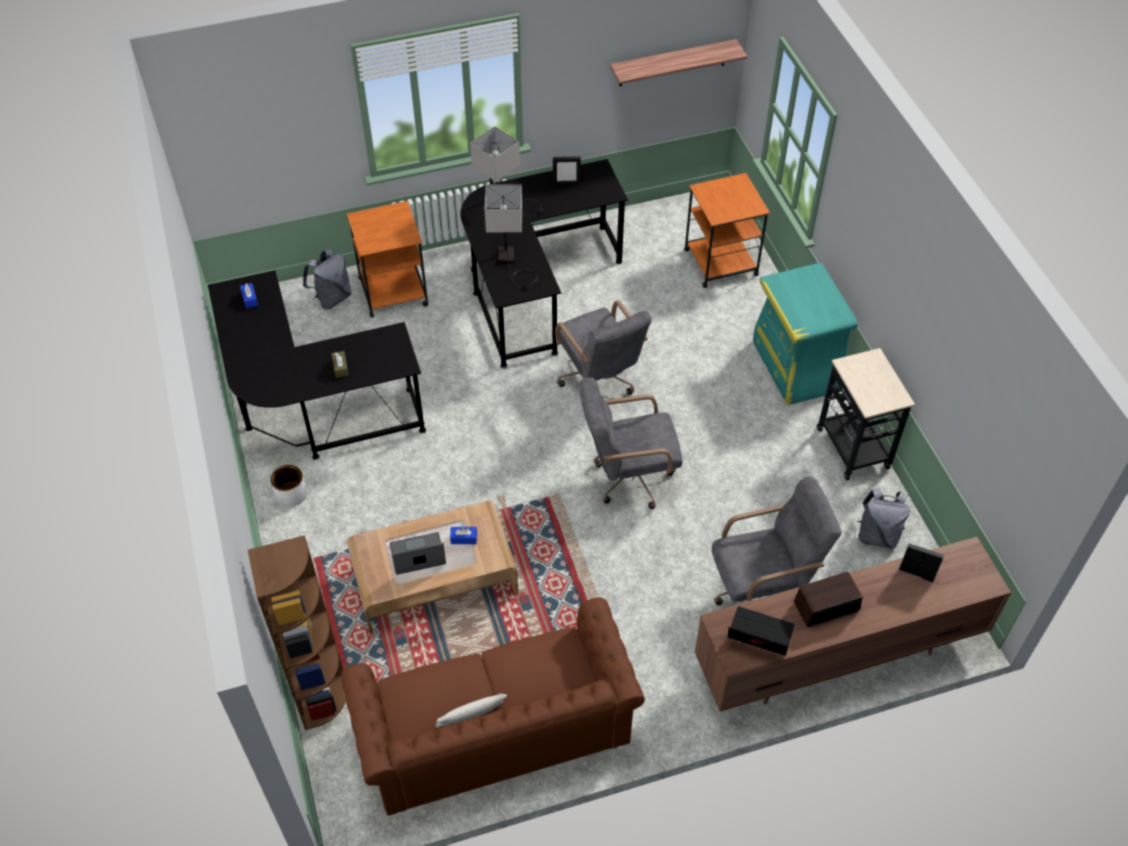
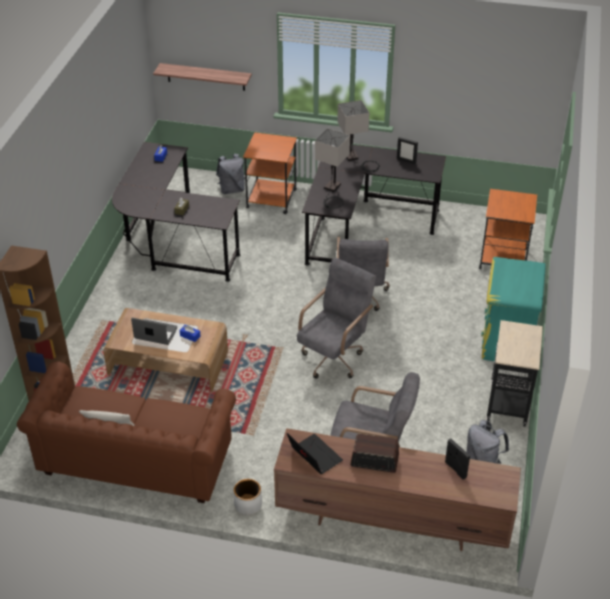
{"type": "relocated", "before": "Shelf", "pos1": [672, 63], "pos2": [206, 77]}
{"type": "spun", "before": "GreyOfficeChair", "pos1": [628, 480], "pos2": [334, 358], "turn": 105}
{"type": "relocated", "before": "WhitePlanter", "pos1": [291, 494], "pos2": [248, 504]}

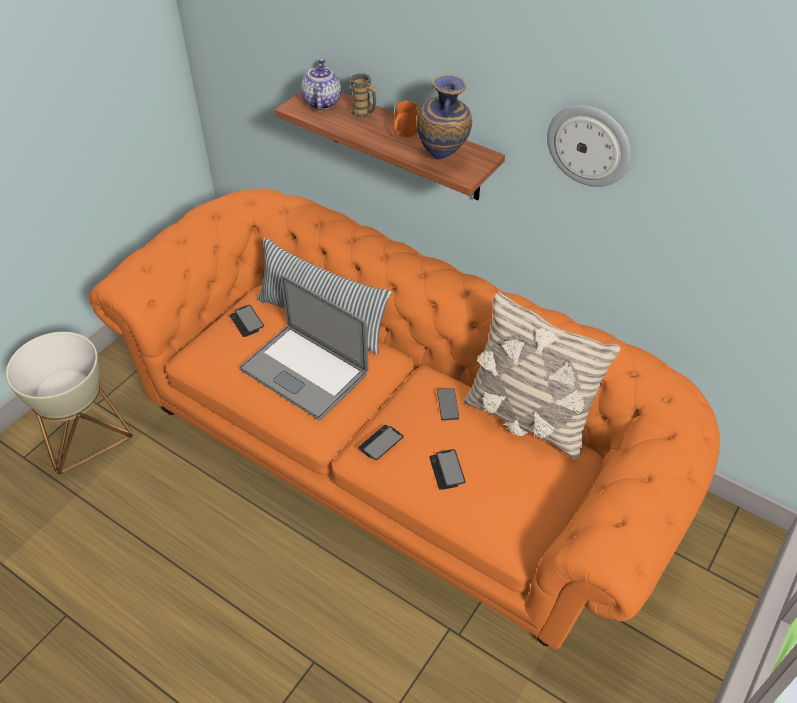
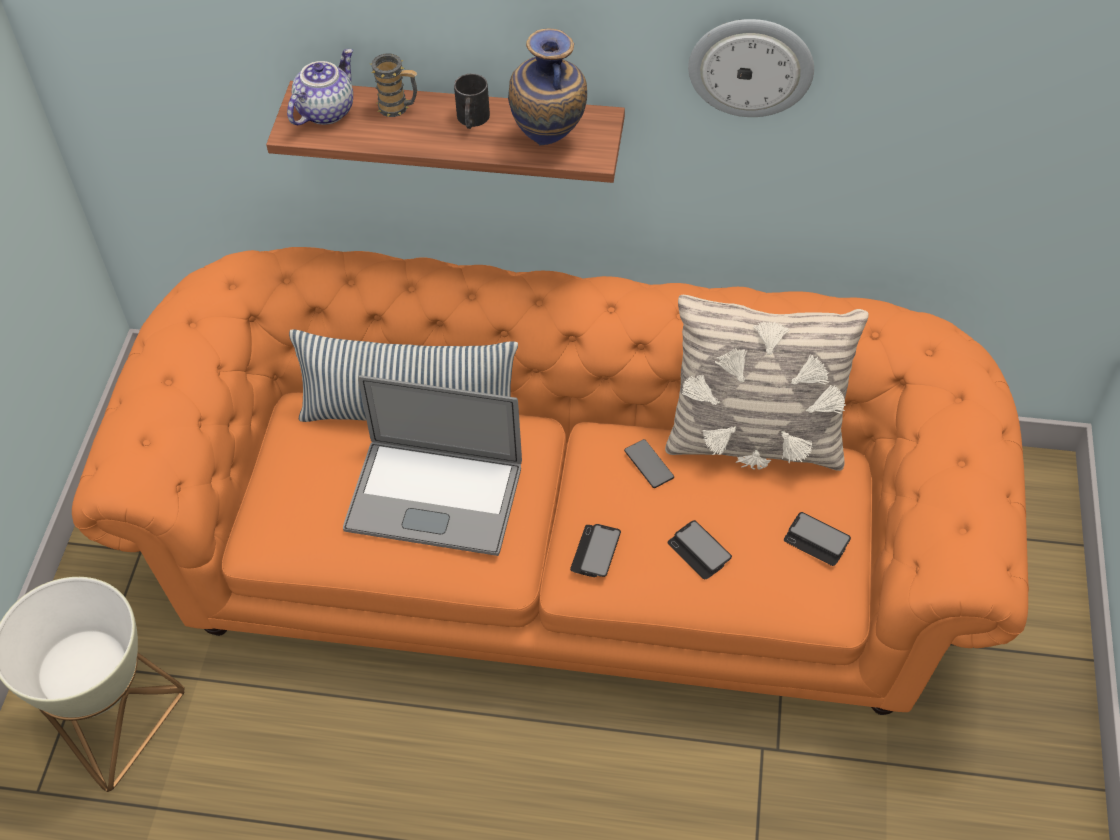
{"type": "spun", "before": "Teapot", "pos1": [321, 102], "pos2": [325, 110], "turn": 60}
{"type": "colour", "before": "OrangeMug", "after": "BlackMug", "pos1": [403, 133], "pos2": [472, 120]}
{"type": "relocated", "before": "Phone", "pos1": [247, 321], "pos2": [816, 540]}

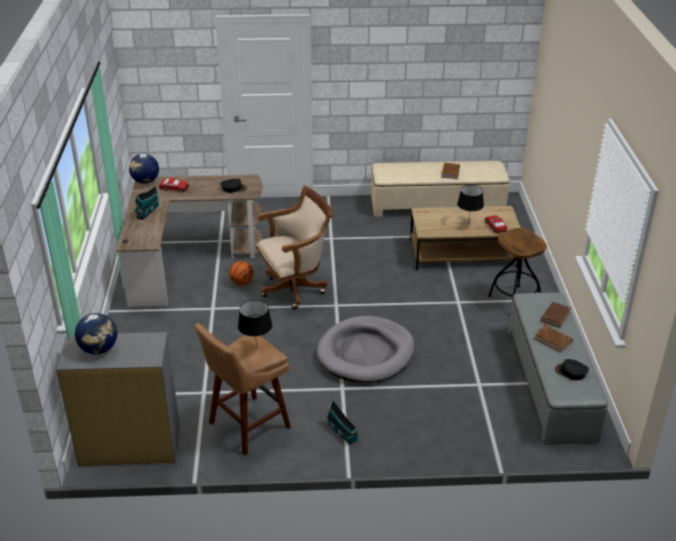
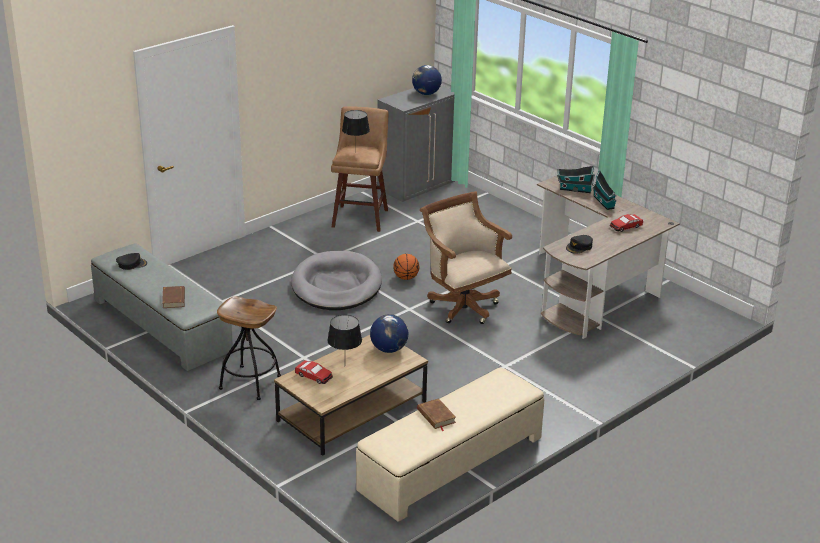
{"type": "relocated", "before": "Globe", "pos1": [145, 181], "pos2": [389, 349]}
{"type": "spun", "before": "OfficeChair", "pos1": [296, 289], "pos2": [462, 306], "turn": 120}
{"type": "relocated", "before": "Basketball", "pos1": [242, 283], "pos2": [406, 278]}
{"type": "missing", "before": "BrownBook", "pos1": [553, 340]}
{"type": "relocated", "before": "ToyHouse", "pos1": [343, 433], "pos2": [574, 189]}

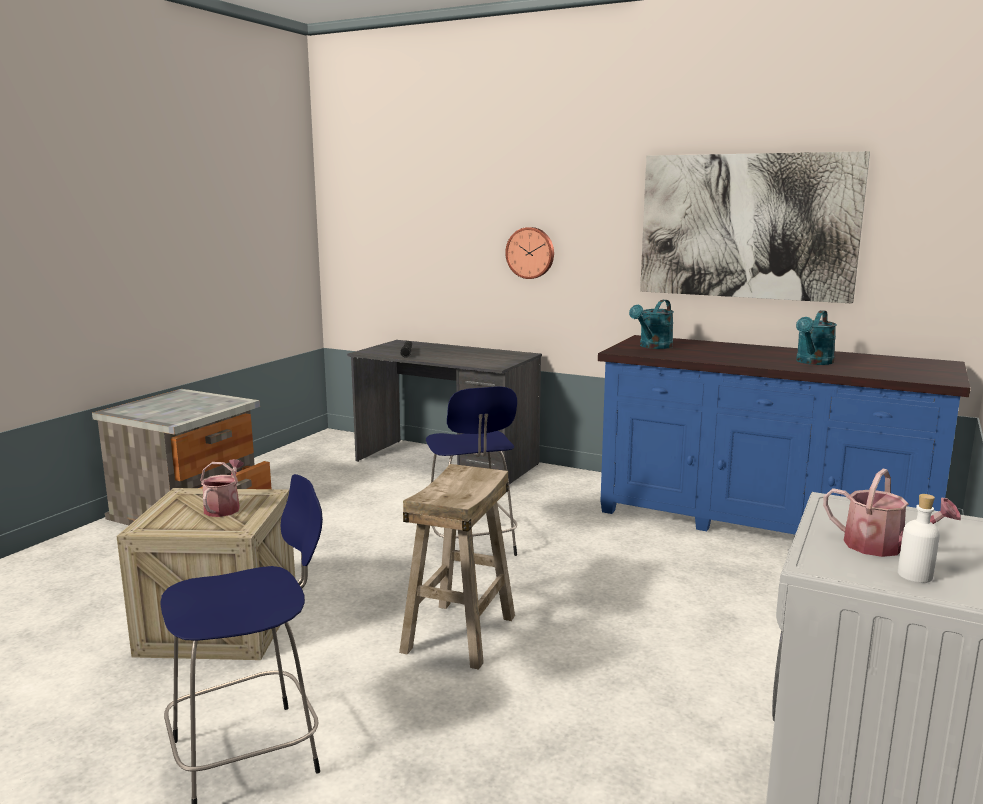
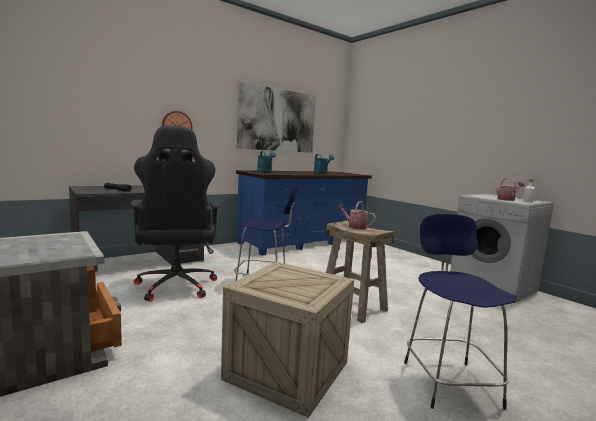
{"type": "relocated", "before": "WateringCan", "pos1": [224, 508], "pos2": [354, 226]}
{"type": "appeared", "after": "BlackOfficeChair", "pos2": [176, 285]}

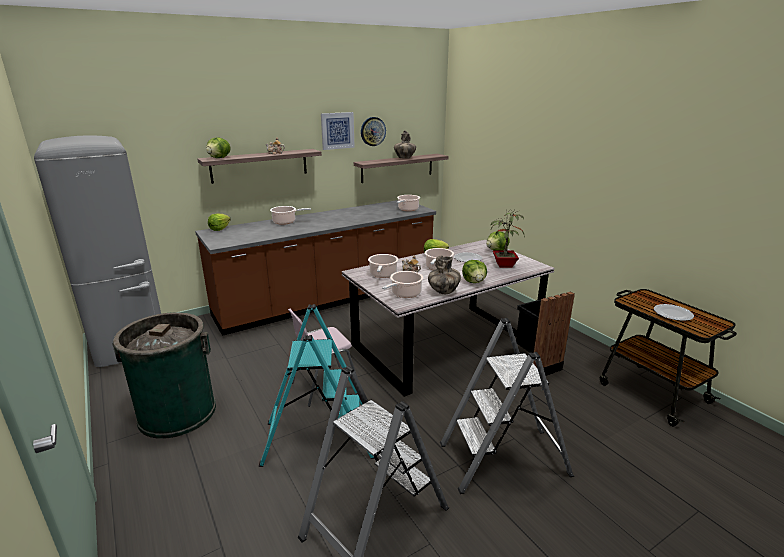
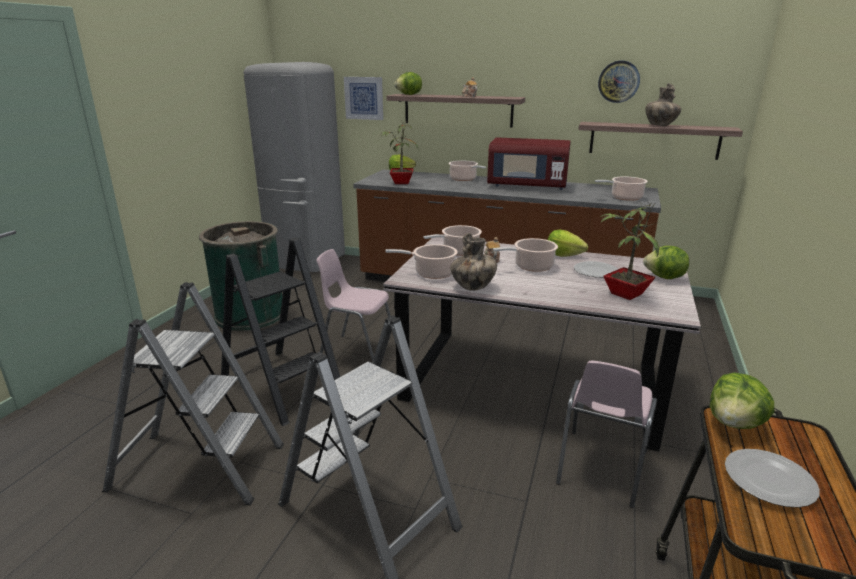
{"type": "relocated", "before": "Picture", "pos1": [337, 130], "pos2": [364, 98]}
{"type": "relocated", "before": "Lettuce", "pos1": [474, 282], "pos2": [735, 423]}
{"type": "exchanged", "before": "BlackTrashCan", "after": "PinkChair", "pos1": [535, 365], "pos2": [600, 468]}
{"type": "colour", "before": "TurquoiseStepLadder", "after": "BlackStepLadder", "pos1": [317, 438], "pos2": [280, 384]}
{"type": "appeared", "after": "PottedPlant", "pos2": [400, 183]}
{"type": "appeared", "after": "RedMicrowave", "pos2": [527, 186]}

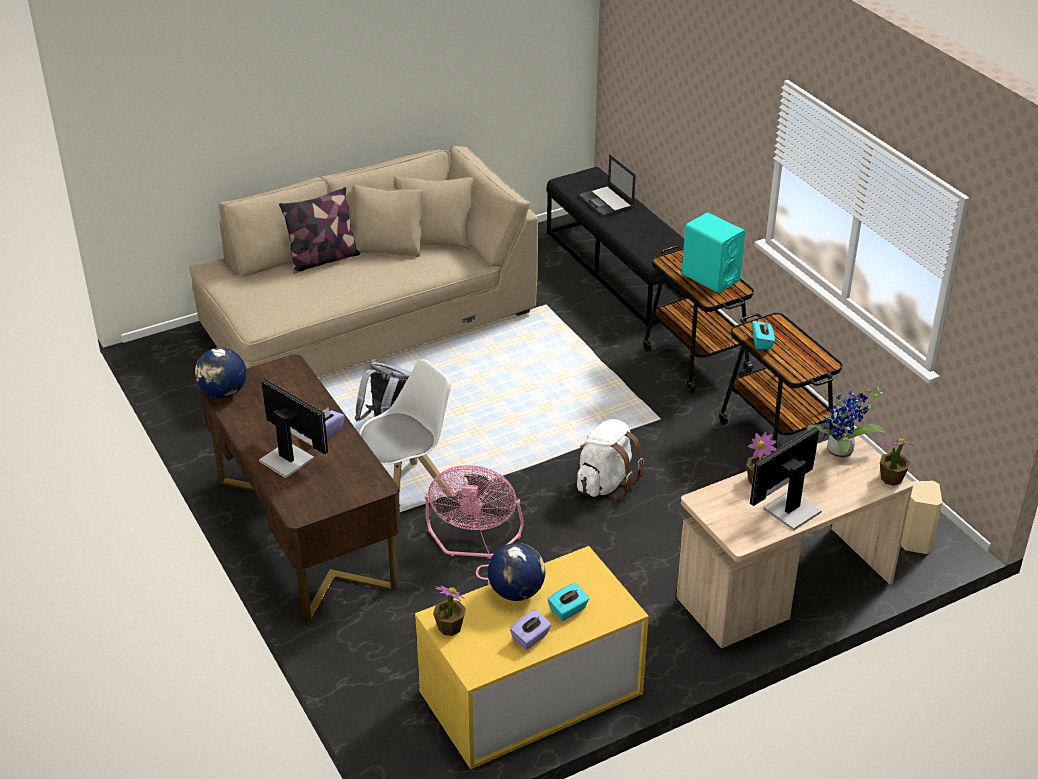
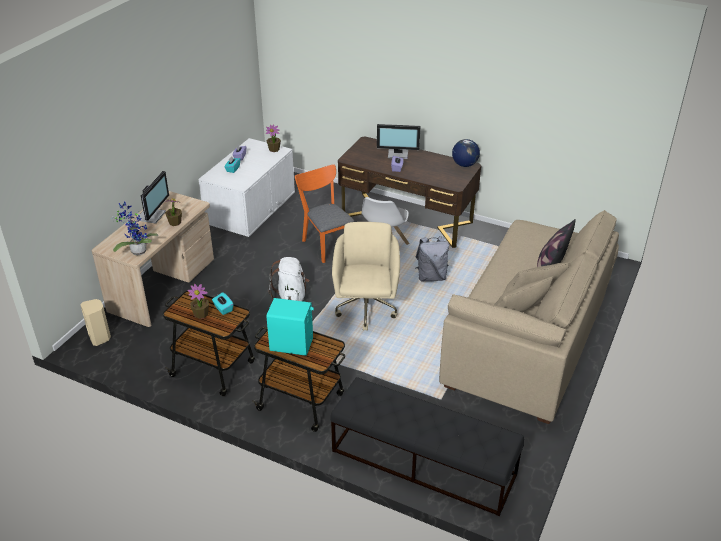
{"type": "missing", "before": "Laptop", "pos1": [606, 202]}
{"type": "relocated", "before": "PottedPlant", "pos1": [891, 478], "pos2": [201, 314]}
{"type": "exchanged", "before": "PinkFan", "after": "OrangeChair", "pos1": [475, 547], "pos2": [326, 244]}
{"type": "missing", "before": "Globe", "pos1": [516, 592]}
{"type": "colour", "before": "YellowCabinet", "after": "WhiteCabinet", "pos1": [530, 692], "pos2": [251, 207]}
{"type": "appeared", "after": "BeigeOfficeChair", "pos2": [366, 312]}

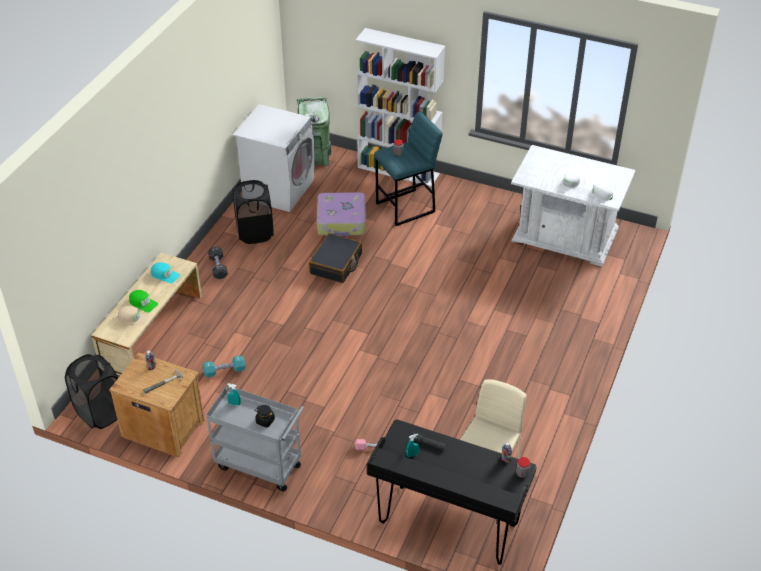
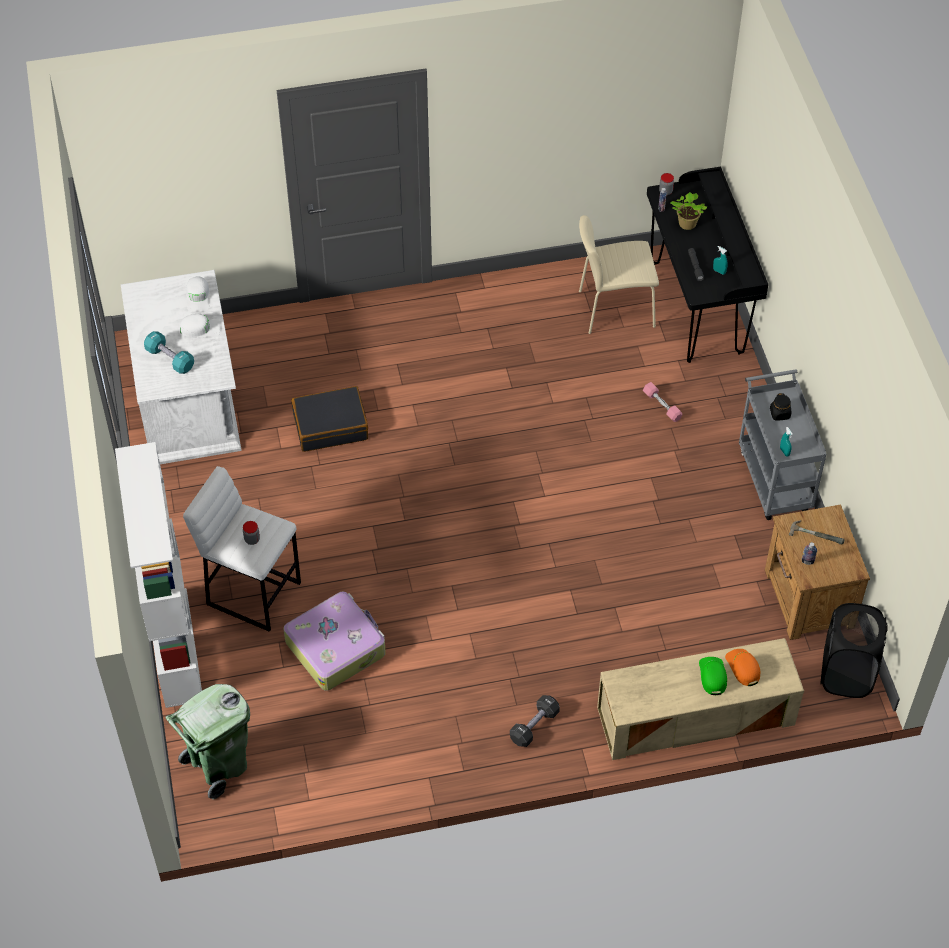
{"type": "missing", "before": "WhiteWashingMachine", "pos1": [278, 188]}
{"type": "colour", "before": "TurquoiseStool", "after": "WhiteStool", "pos1": [406, 207], "pos2": [251, 592]}
{"type": "missing", "before": "BlackLaundryBasket", "pos1": [255, 233]}
{"type": "relocated", "before": "BlackSuitcase", "pos1": [336, 264], "pos2": [330, 426]}
{"type": "missing", "before": "TurquoiseCap", "pos1": [165, 275]}
{"type": "colour", "before": "BeigeCap", "after": "OrangeCap", "pos1": [133, 318], "pos2": [743, 668]}
{"type": "relocated", "before": "TurquoiseDumbbell", "pos1": [224, 371], "pos2": [170, 359]}
{"type": "appeared", "after": "PottedPlant", "pos2": [686, 224]}

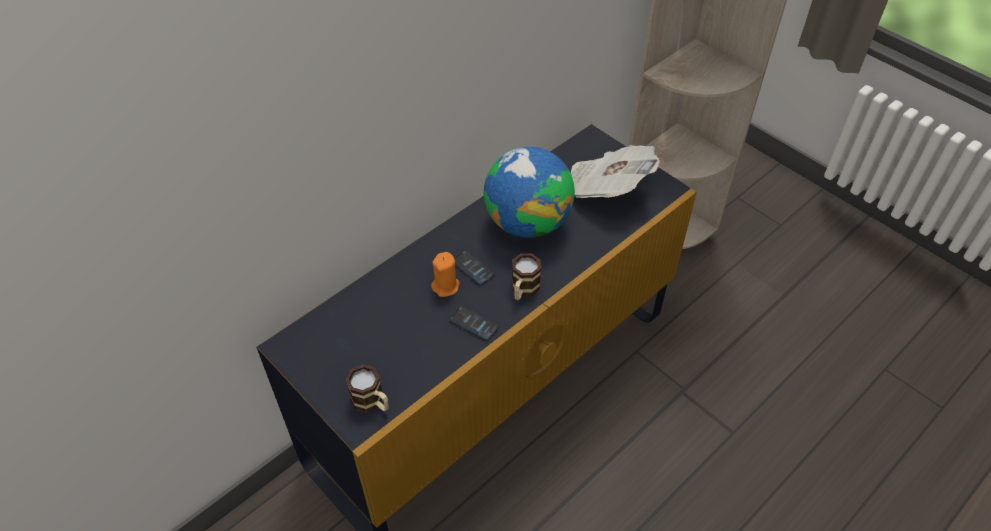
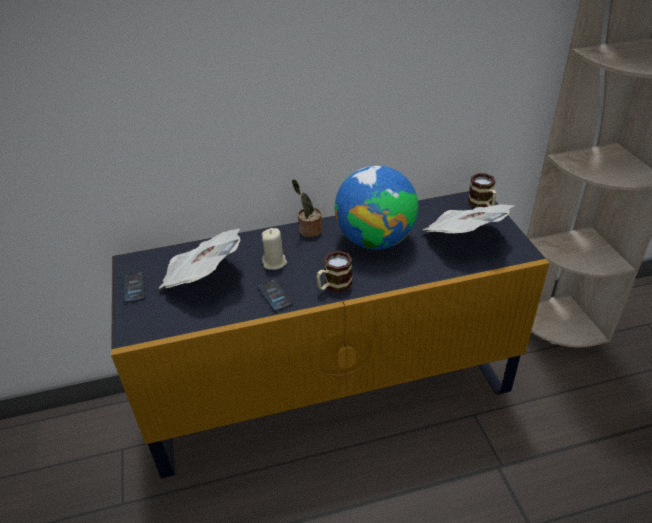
{"type": "relocated", "before": "Phone", "pos1": [472, 268], "pos2": [134, 288]}
{"type": "colour", "before": "OrangeCandle", "after": "BeigeCandle", "pos1": [445, 286], "pos2": [274, 262]}
{"type": "relocated", "before": "Mug", "pos1": [372, 402], "pos2": [482, 204]}
{"type": "appeared", "after": "PottedPlant", "pos2": [308, 231]}
{"type": "appeared", "after": "Newspaper", "pos2": [202, 276]}

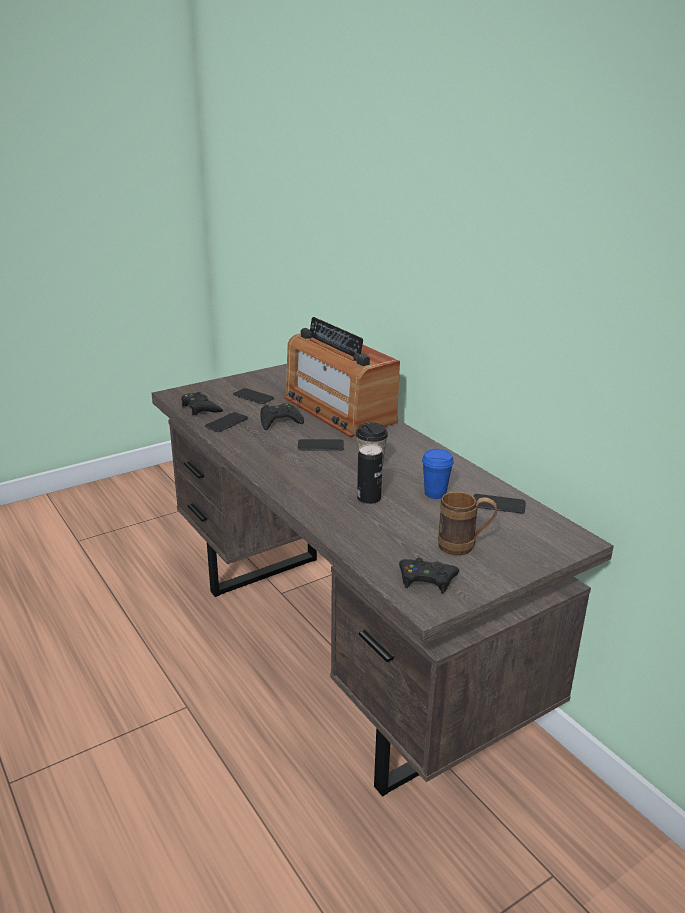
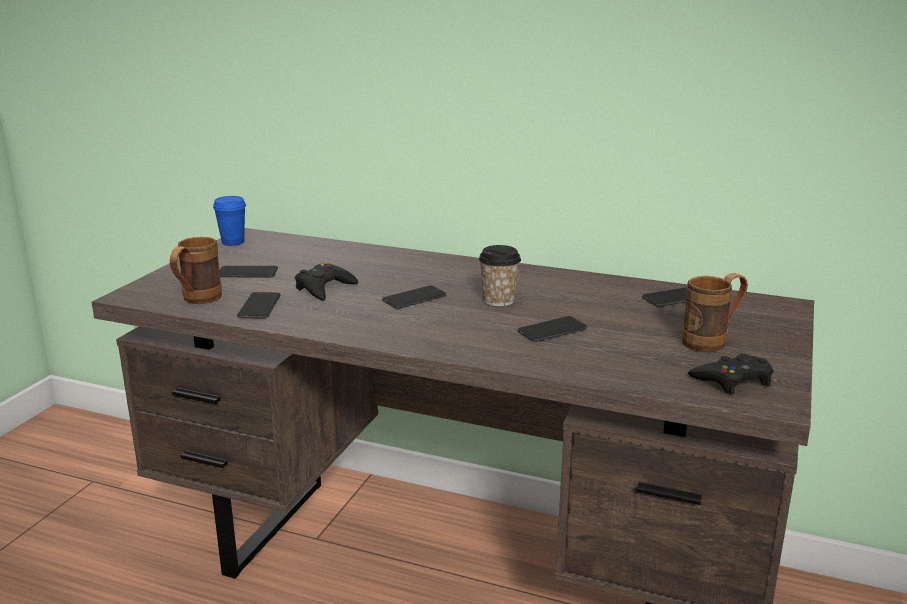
{"type": "missing", "before": "Radio", "pos1": [338, 410]}
{"type": "exchanged", "before": "BlackGameController", "after": "BrownMug", "pos1": [200, 408], "pos2": [196, 300]}
{"type": "exchanged", "before": "Can", "after": "Phone", "pos1": [369, 498], "pos2": [552, 330]}
{"type": "relocated", "before": "BlueCup", "pos1": [435, 493], "pos2": [233, 242]}

